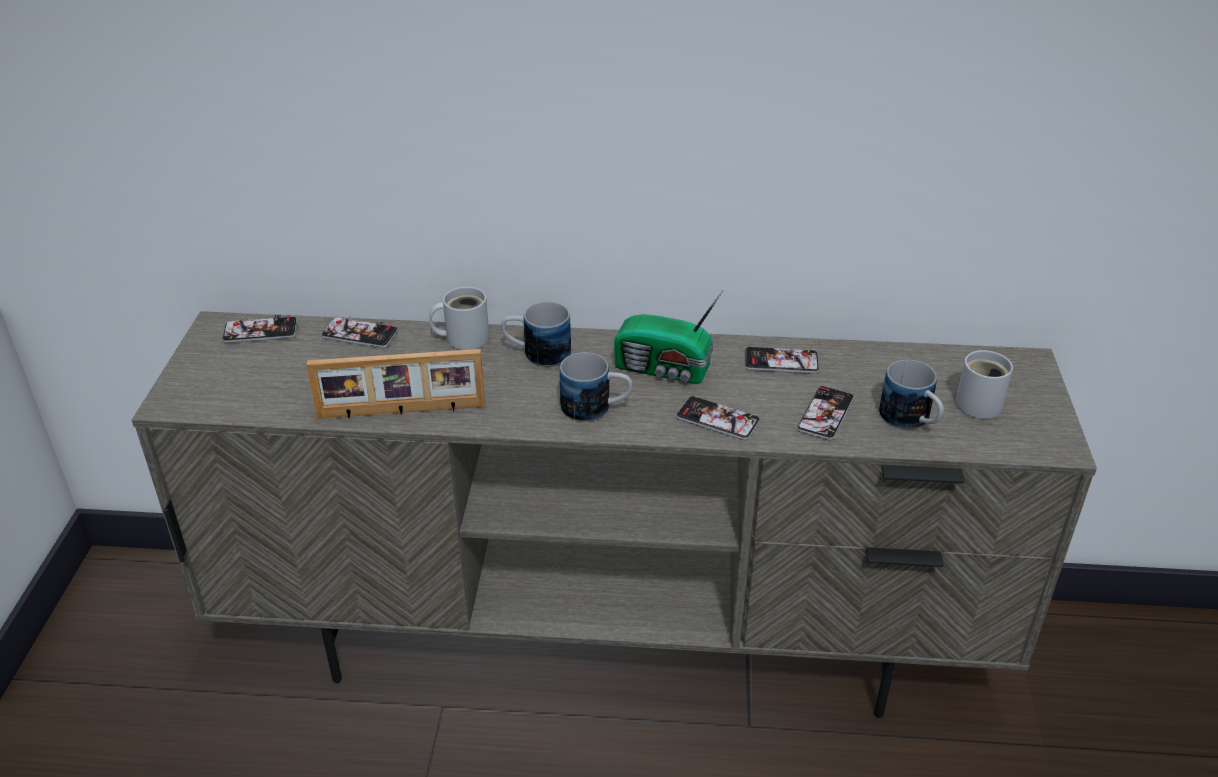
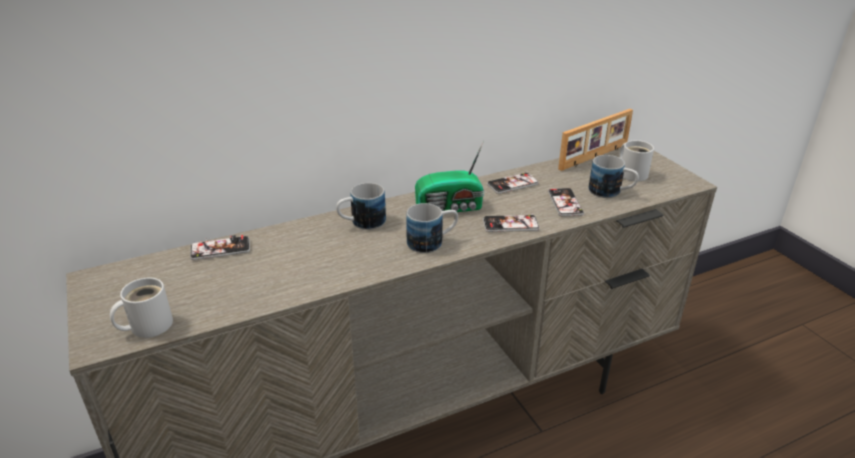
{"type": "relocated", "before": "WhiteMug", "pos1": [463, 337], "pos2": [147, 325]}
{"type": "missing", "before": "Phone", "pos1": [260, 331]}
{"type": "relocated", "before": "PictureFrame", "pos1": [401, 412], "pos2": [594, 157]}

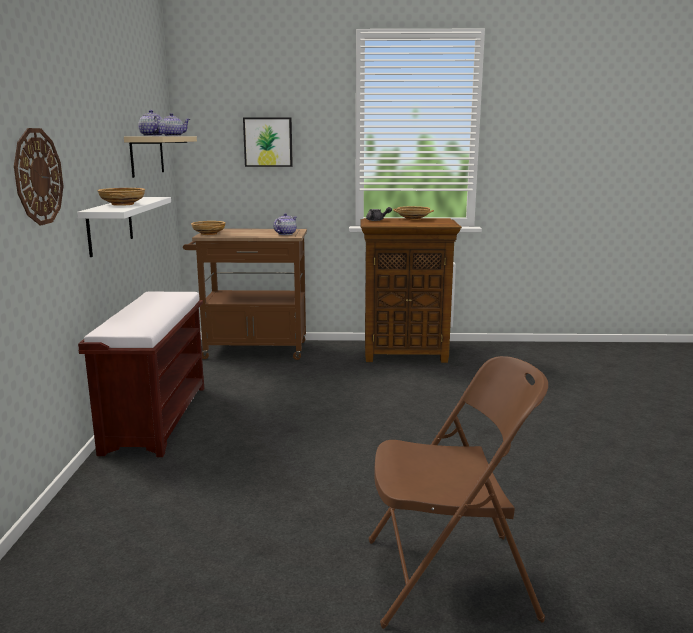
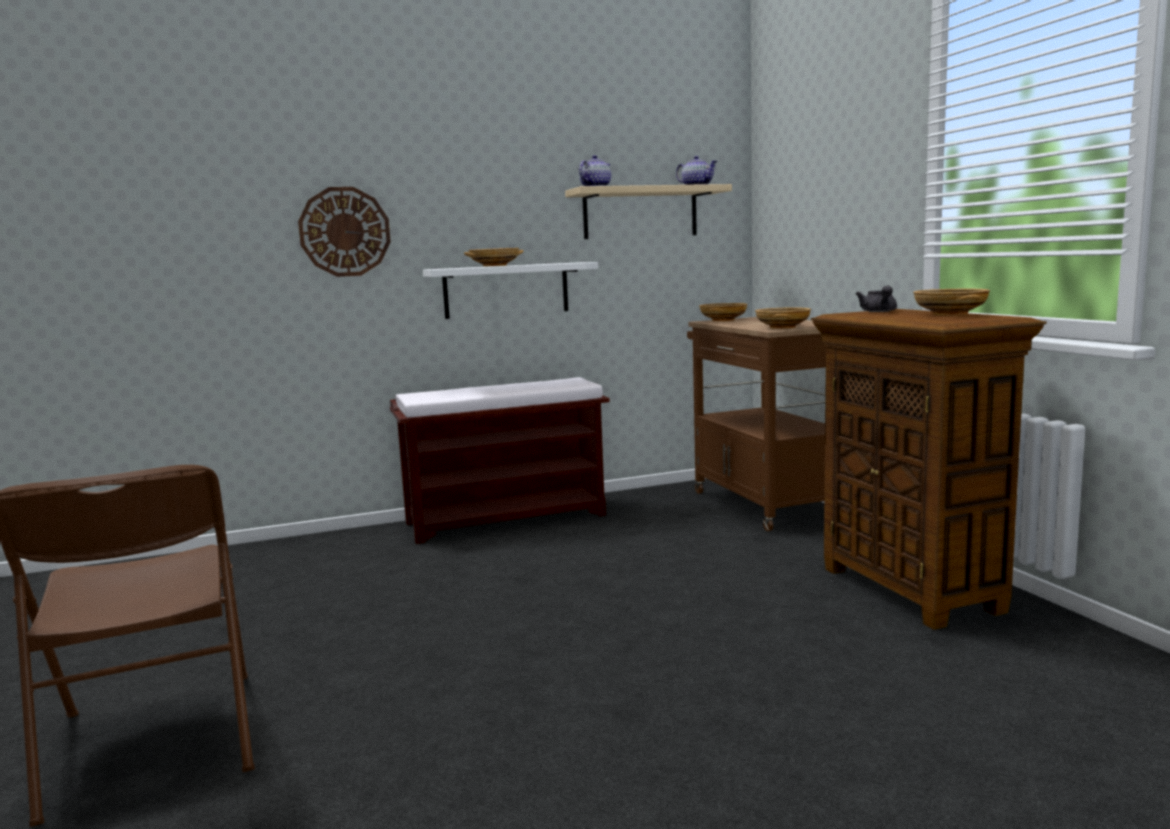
{"type": "missing", "before": "Picture", "pos1": [268, 142]}
{"type": "exchanged", "before": "Teapot", "after": "BeigeBowl", "pos1": [285, 234], "pos2": [782, 327]}

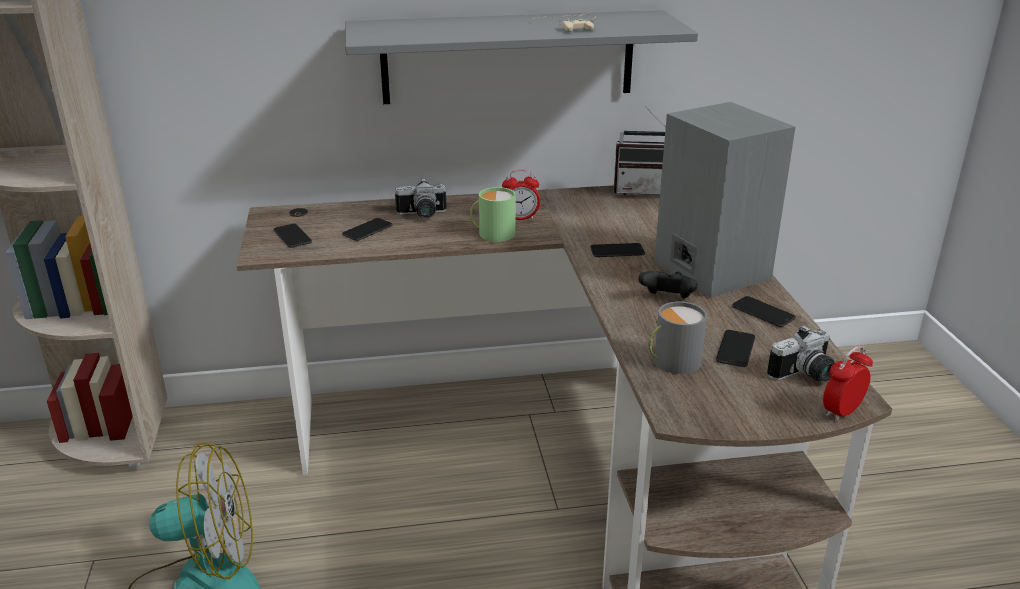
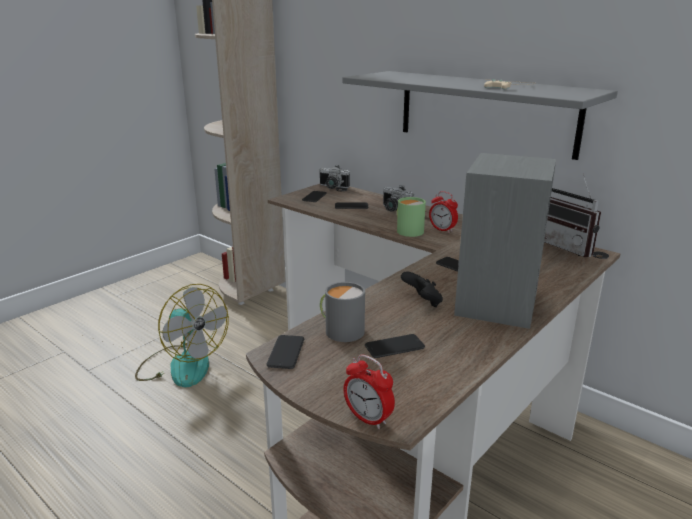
{"type": "relocated", "before": "Phone", "pos1": [763, 312], "pos2": [286, 352]}
{"type": "relocated", "before": "PhotoCamera", "pos1": [805, 375], "pos2": [332, 187]}
{"type": "spun", "before": "AlarmClock", "pos1": [841, 412], "pos2": [368, 419], "turn": -150}

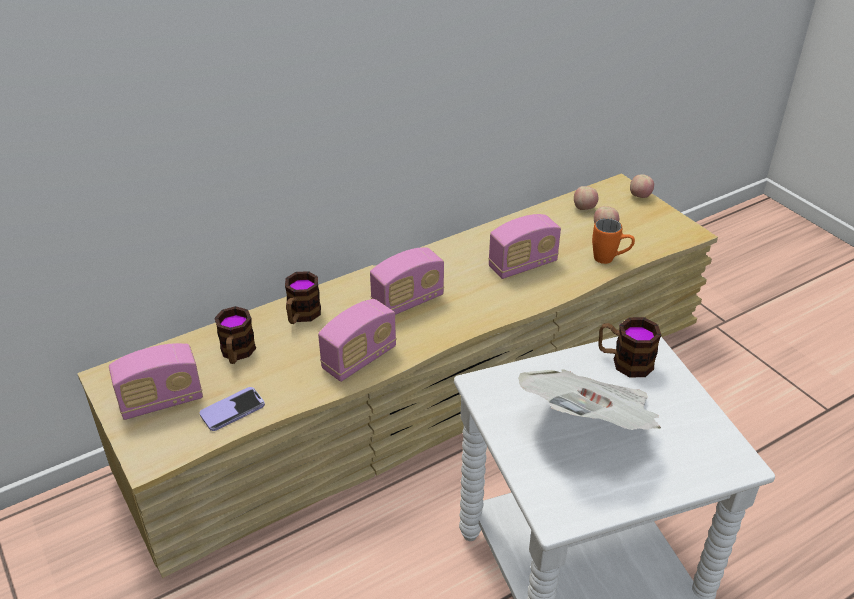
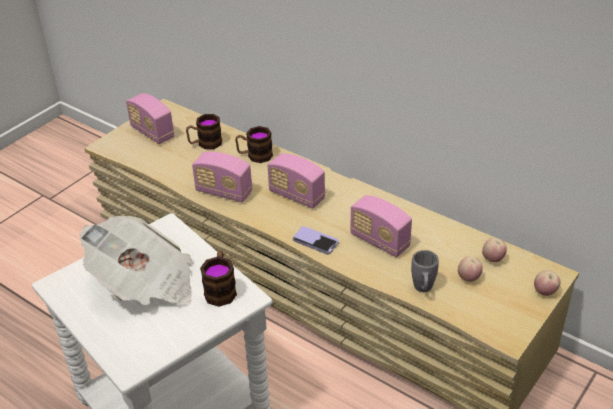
{"type": "colour", "before": "OrangeMug", "after": "GreyMug", "pos1": [610, 259], "pos2": [423, 290]}
{"type": "relocated", "before": "Phone", "pos1": [232, 410], "pos2": [315, 241]}

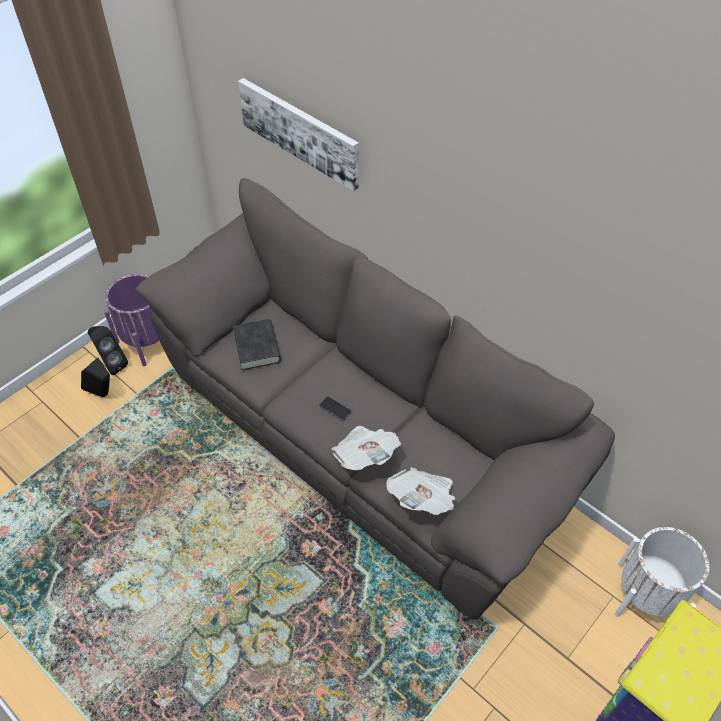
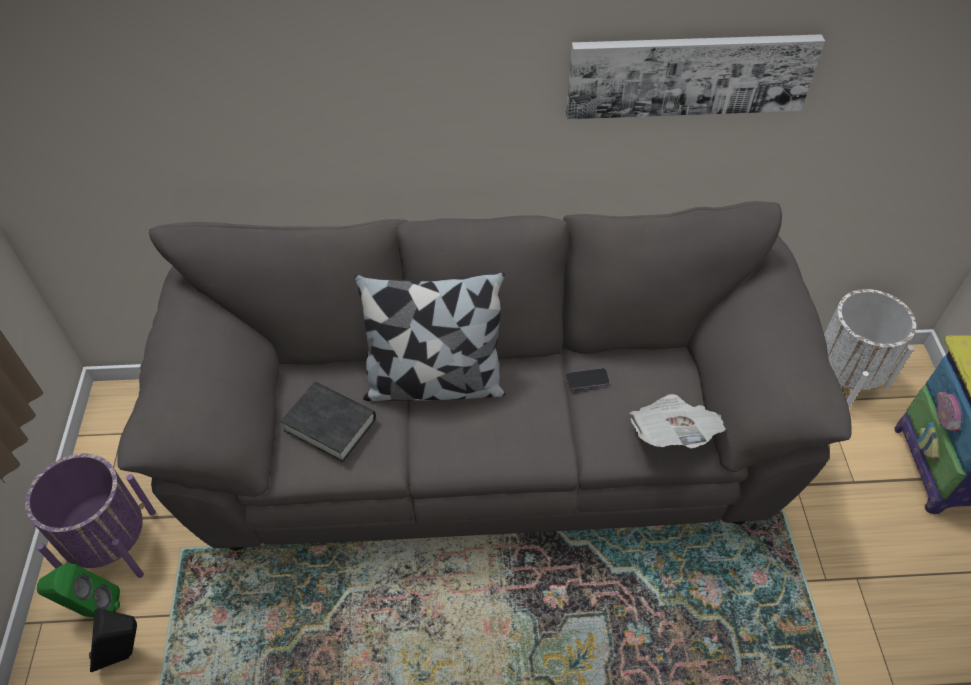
{"type": "relocated", "before": "Picture", "pos1": [300, 131], "pos2": [689, 74]}
{"type": "colour", "before": "BlackSpeaker", "after": "GreenSpeaker", "pos1": [111, 364], "pos2": [93, 610]}
{"type": "relocated", "before": "Phone", "pos1": [335, 409], "pos2": [587, 380]}
{"type": "missing", "before": "Newspaper", "pos1": [365, 455]}
{"type": "appeared", "after": "Pillow", "pos2": [434, 383]}

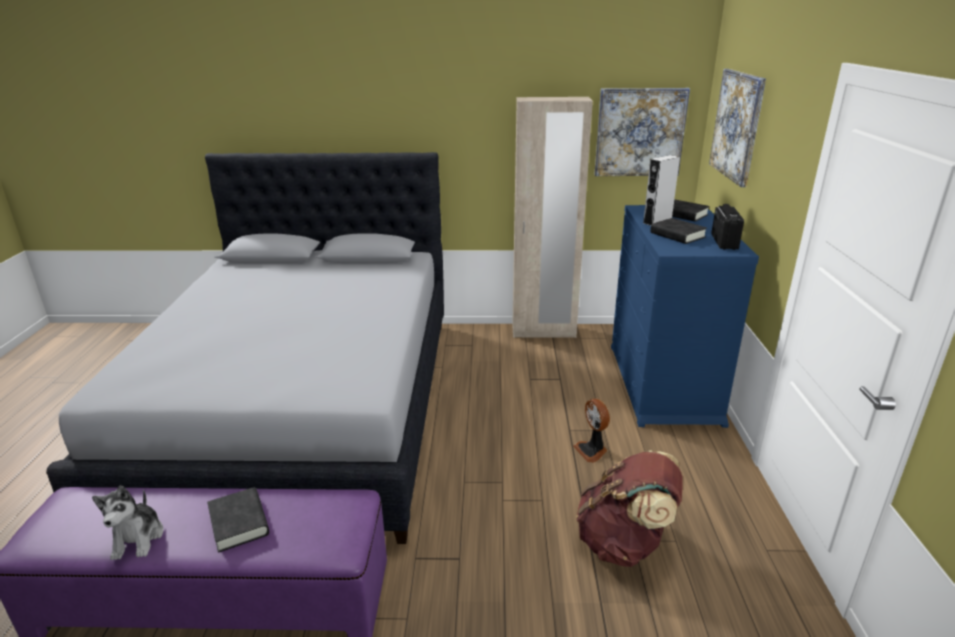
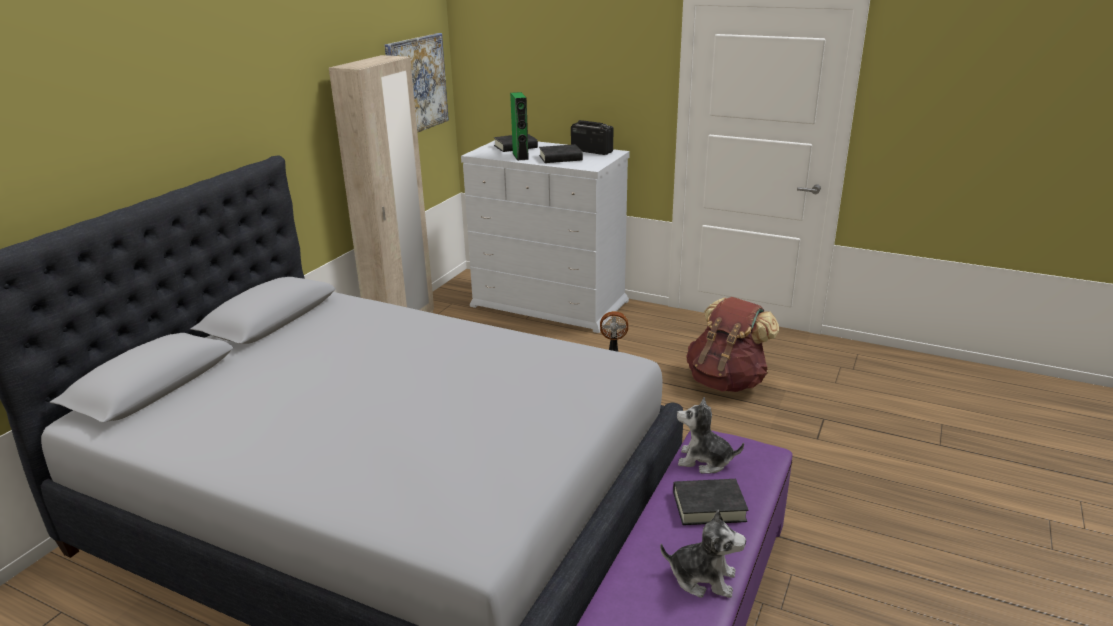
{"type": "missing", "before": "Picture", "pos1": [737, 125]}
{"type": "colour", "before": "GreySpeaker", "after": "GreenSpeaker", "pos1": [657, 221], "pos2": [520, 156]}
{"type": "colour", "before": "BlueDresser", "after": "WhiteDresser", "pos1": [663, 383], "pos2": [550, 304]}
{"type": "appeared", "after": "PlushToy", "pos2": [704, 461]}

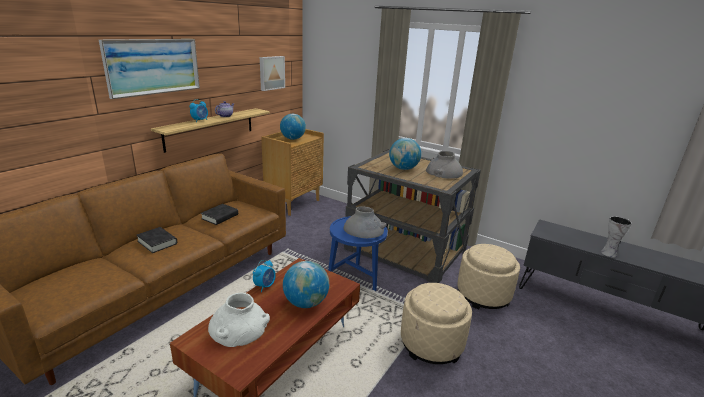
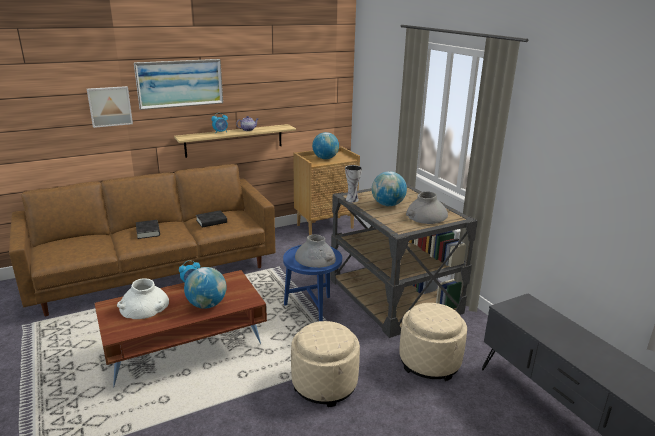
{"type": "relocated", "before": "Picture", "pos1": [271, 73], "pos2": [110, 106]}
{"type": "relocated", "before": "Vase", "pos1": [608, 253], "pos2": [352, 199]}

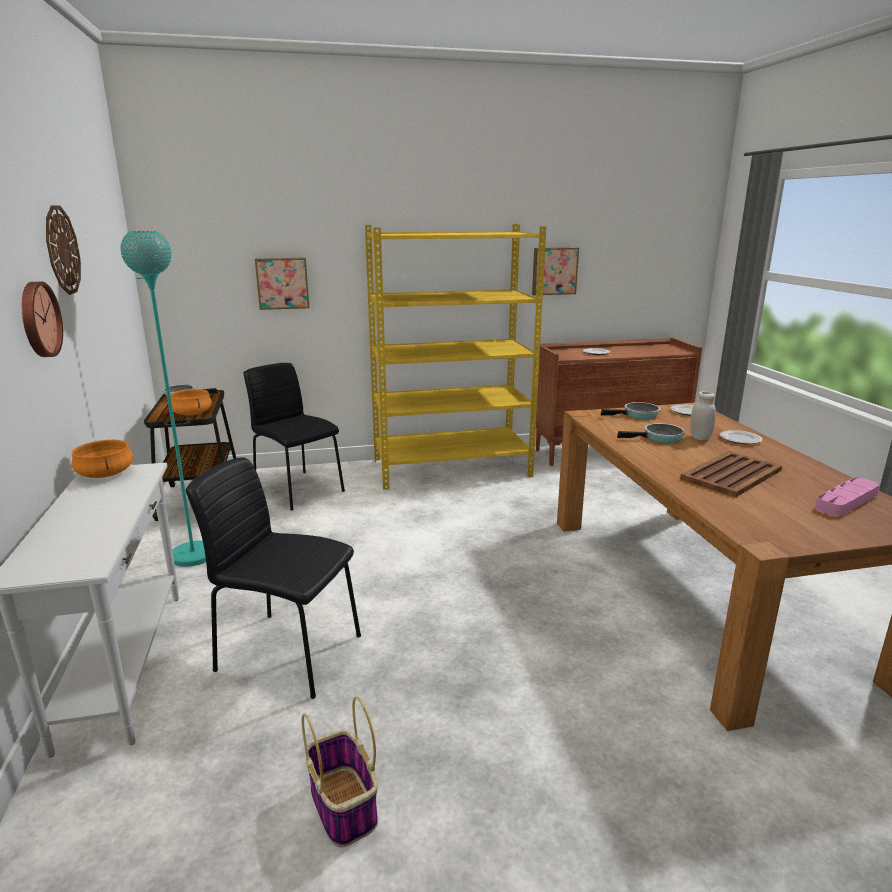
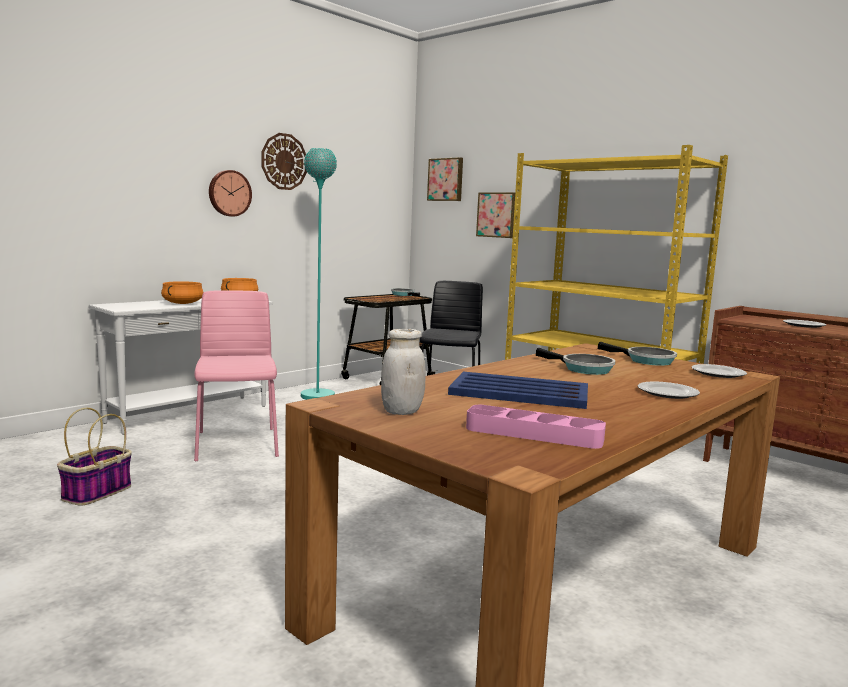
{"type": "relocated", "before": "Picture", "pos1": [554, 271], "pos2": [446, 179]}
{"type": "relocated", "before": "OrangeCookingPot", "pos1": [192, 413], "pos2": [183, 303]}
{"type": "relocated", "before": "WhiteJar", "pos1": [700, 437], "pos2": [401, 411]}
{"type": "colour", "before": "BrownTray", "after": "BlueTray", "pos1": [732, 474], "pos2": [521, 392]}
{"type": "colour", "before": "BlackChair", "after": "PinkChair", "pos1": [284, 652], "pos2": [236, 442]}

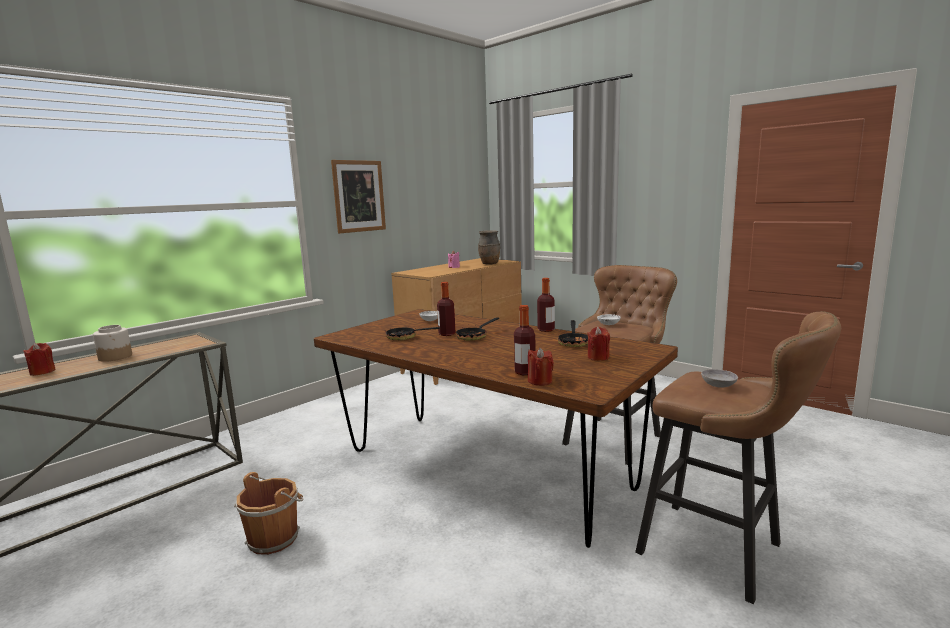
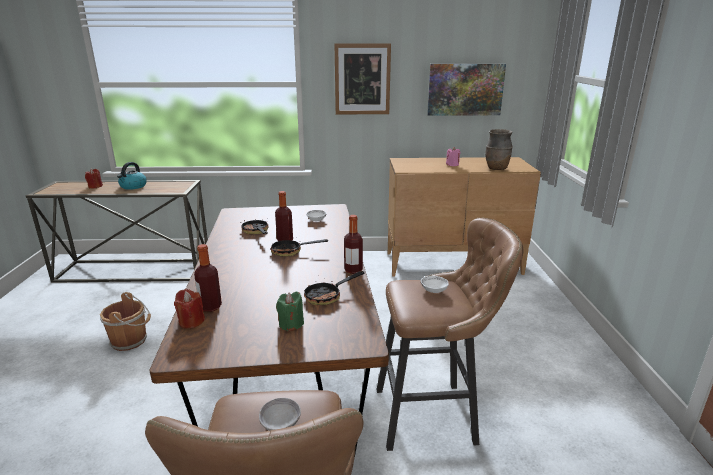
{"type": "exchanged", "before": "Jar", "after": "Kettle", "pos1": [115, 357], "pos2": [133, 186]}
{"type": "colour", "before": "RedCandle", "after": "GreenCandle", "pos1": [598, 357], "pos2": [291, 324]}
{"type": "appeared", "after": "Picture", "pos2": [465, 89]}

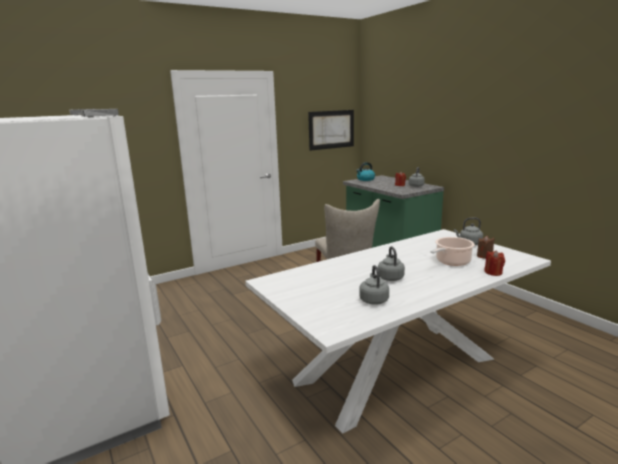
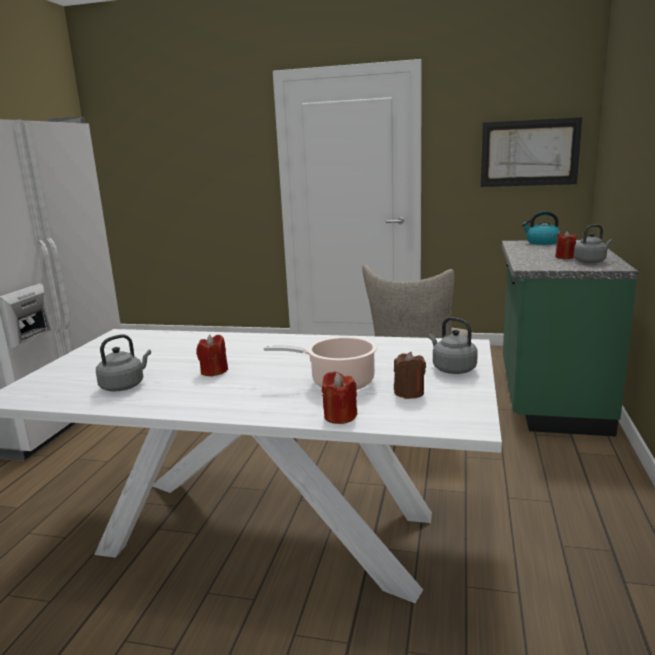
{"type": "exchanged", "before": "GreyKettle", "after": "RedCandle", "pos1": [390, 277], "pos2": [214, 371]}

